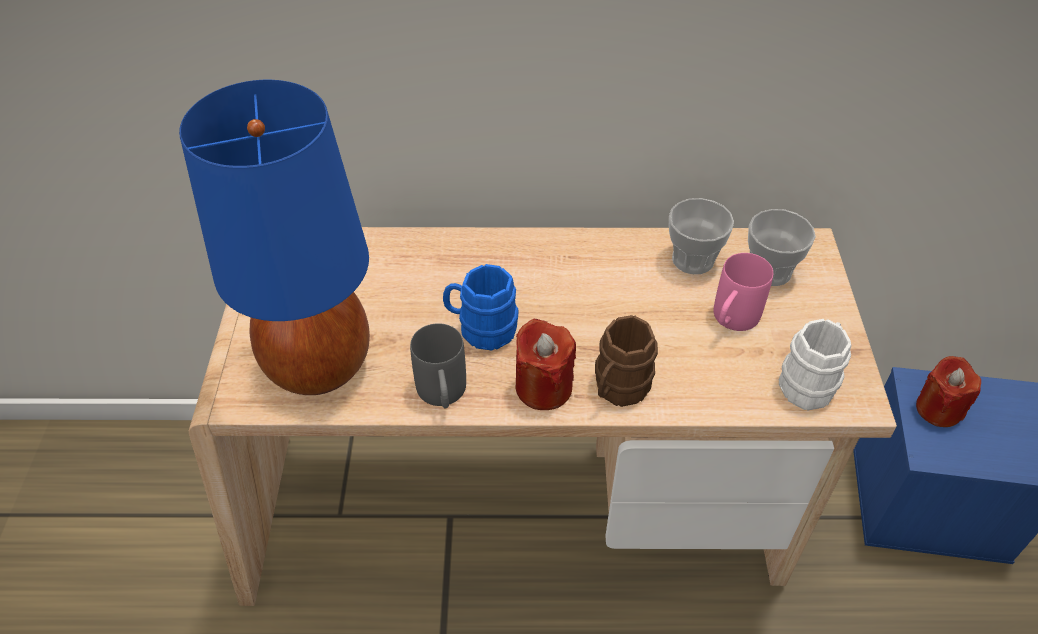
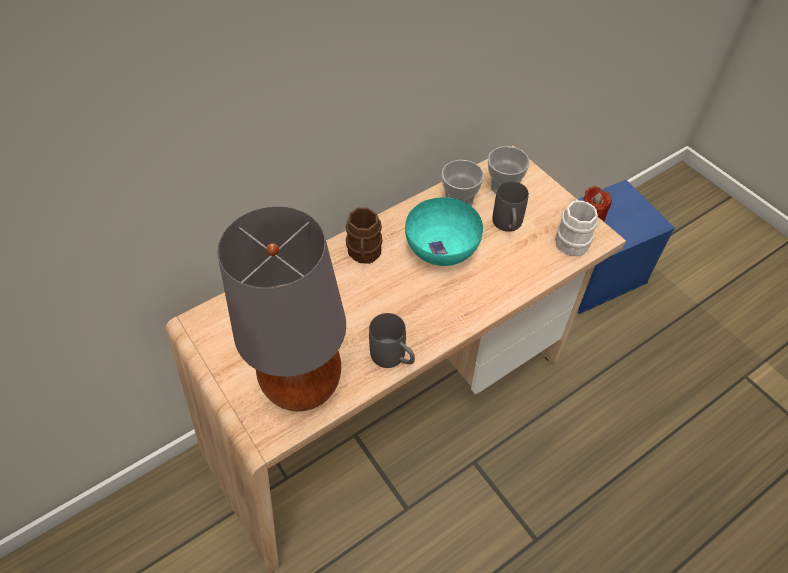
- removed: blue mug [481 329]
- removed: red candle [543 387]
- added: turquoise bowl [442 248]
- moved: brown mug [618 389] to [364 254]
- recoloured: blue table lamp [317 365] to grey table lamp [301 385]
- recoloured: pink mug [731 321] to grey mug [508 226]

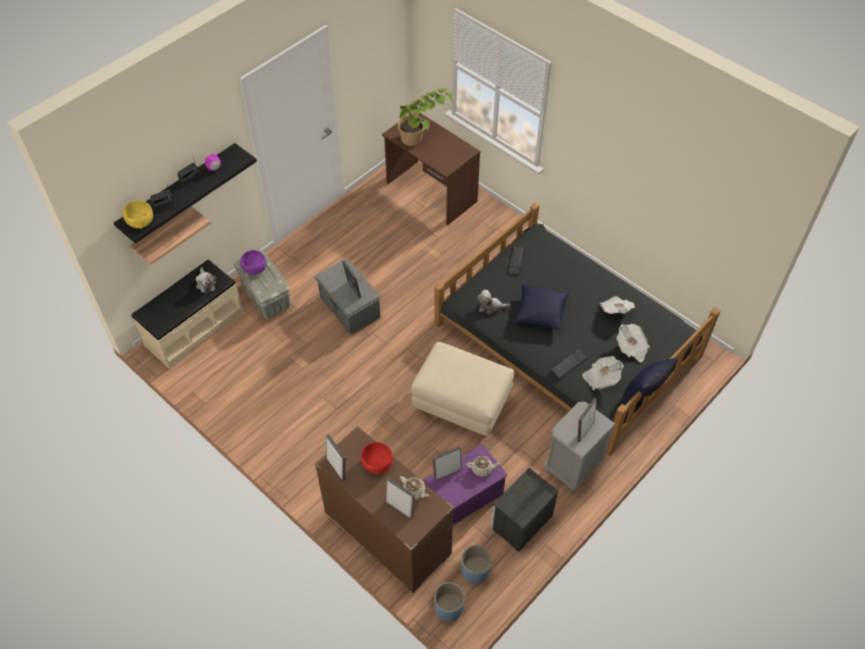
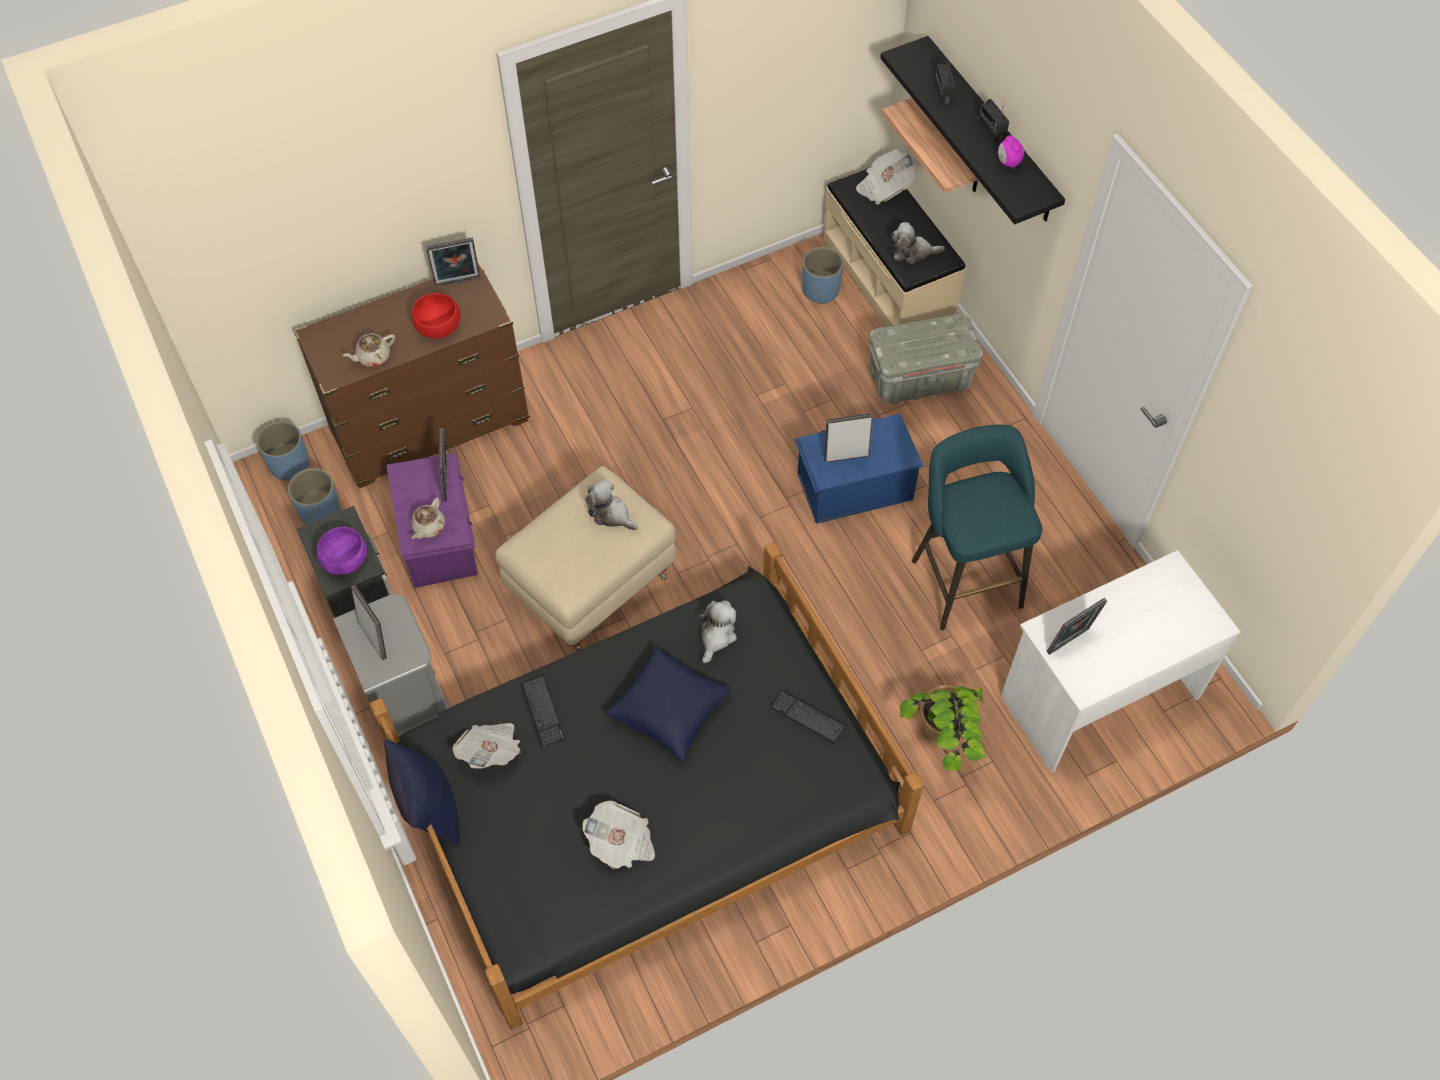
- removed: yellow bowl [140 221]
- added: plush toy [611 514]
- added: blue planter [820 290]
- added: turquoise stool [964 577]
- moved: purple bowl [255 269] to [345 561]
- moved: picture frame [400 507] to [1069 643]
- moved: potted plant [422 137] to [941 747]
- moved: newspaper [631 348] to [884 187]
- recoloured: grey storage box [349 308] to blue storage box [853 485]
- recoloured: brown desk [431 193] to white desk [1097 695]

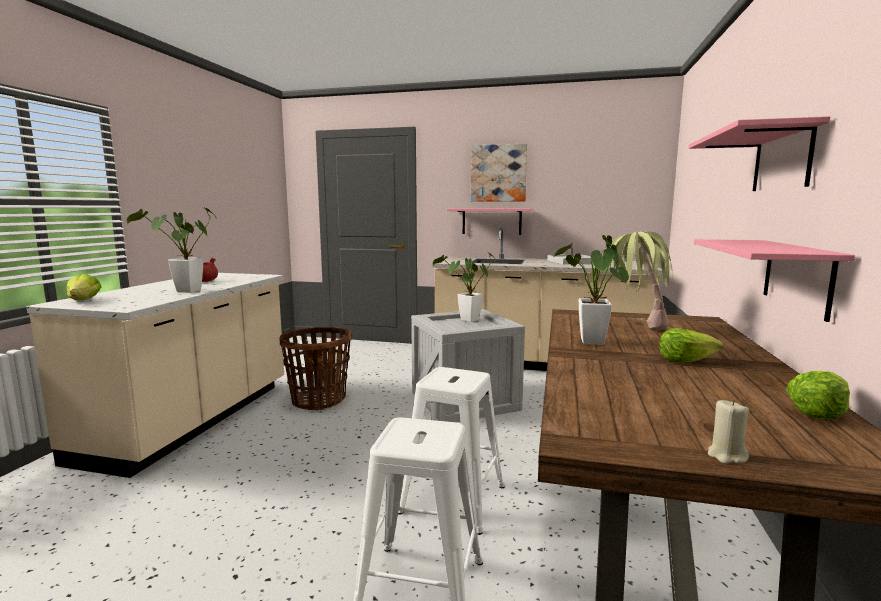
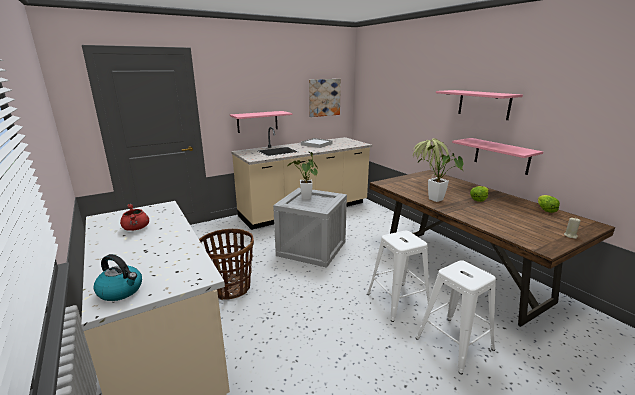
- removed: potted plant [185 292]
- moved: picture [498 173] to [324 97]
- replaced: lettuce [84 300] to kettle [121 291]

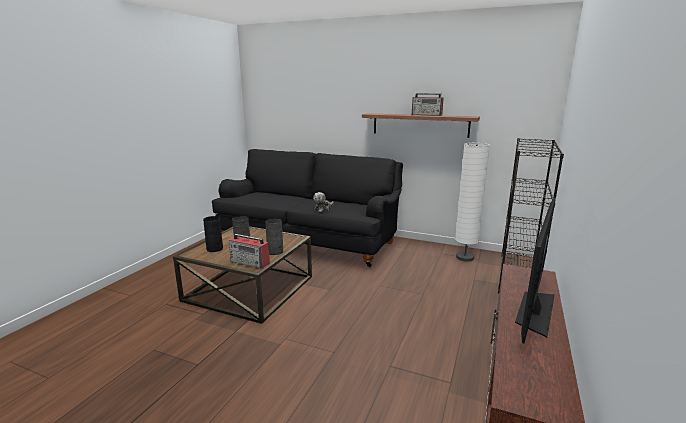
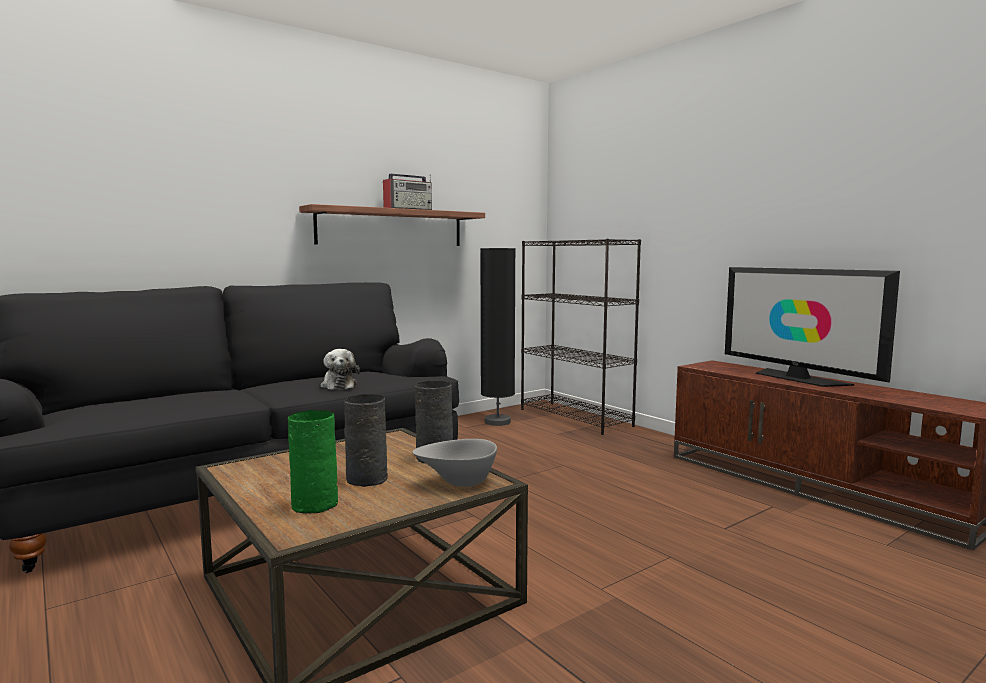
- replaced: radio [250 262] to grey bowl [458 482]
- recoloured: black vase [214 249] to green vase [316 504]
- recoloured: white floor lamp [465 258] to black floor lamp [497 422]

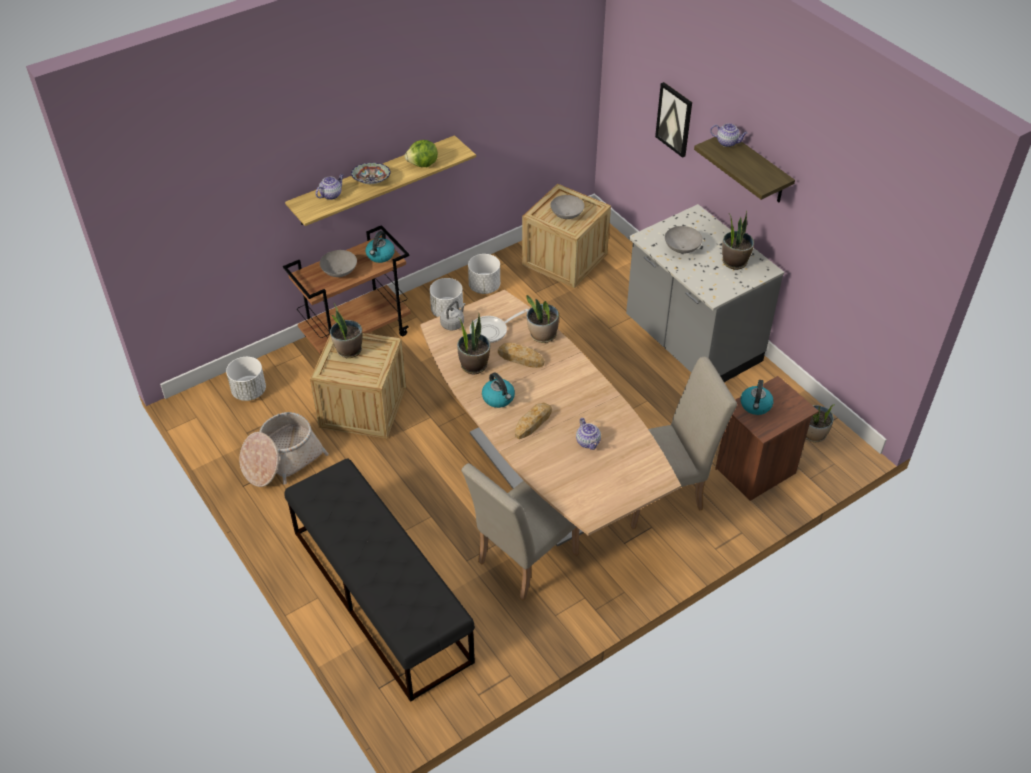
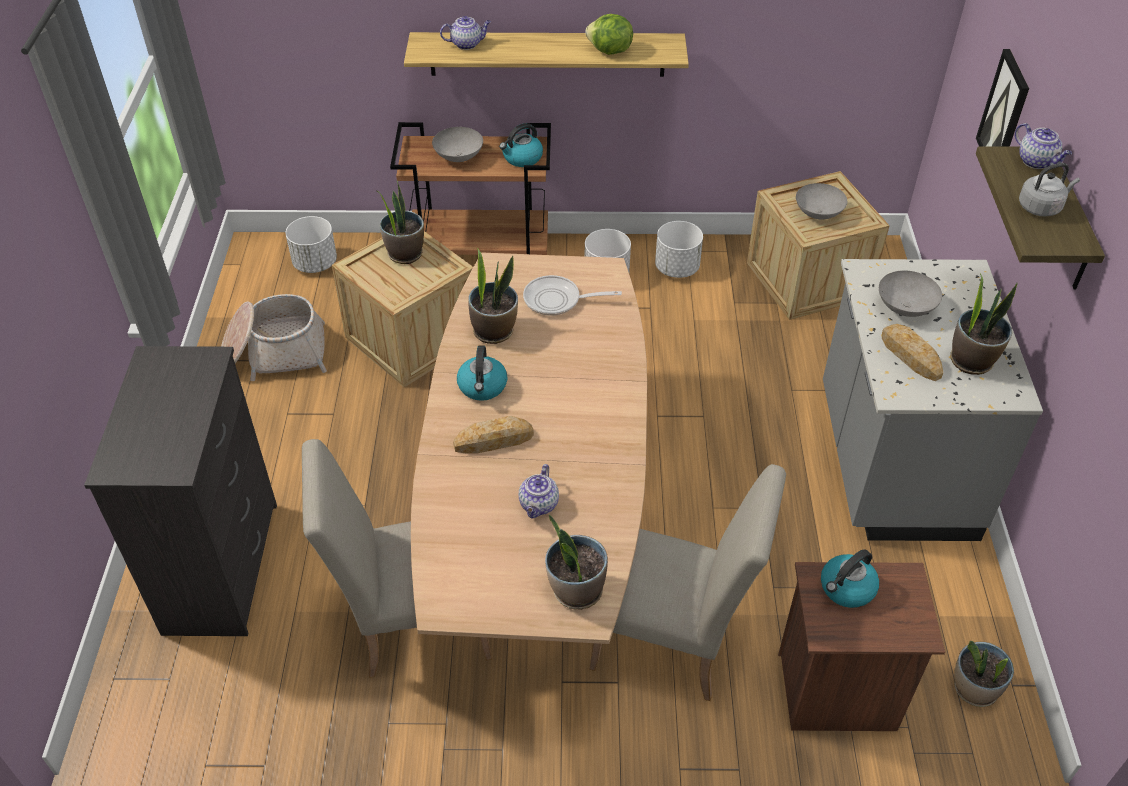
- removed: bowl [371 181]
- moved: grey kettle [453 323] to [1041 207]
- moved: bread [520 358] to [910 356]
- moved: potted plant [542 335] to [576 590]
- replaced: black bench [380 594] to black dresser [223 566]

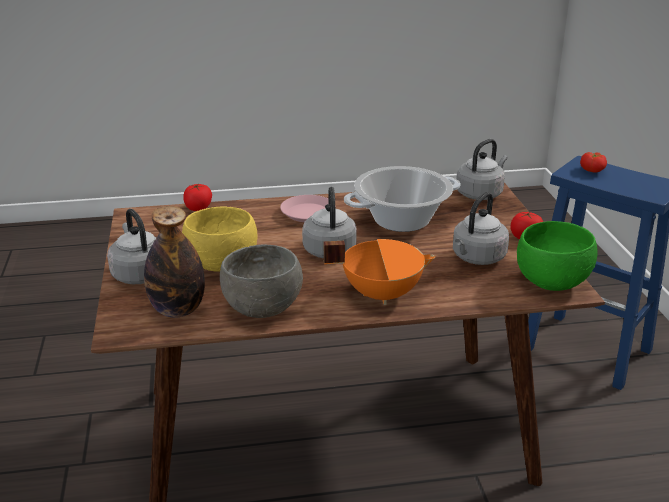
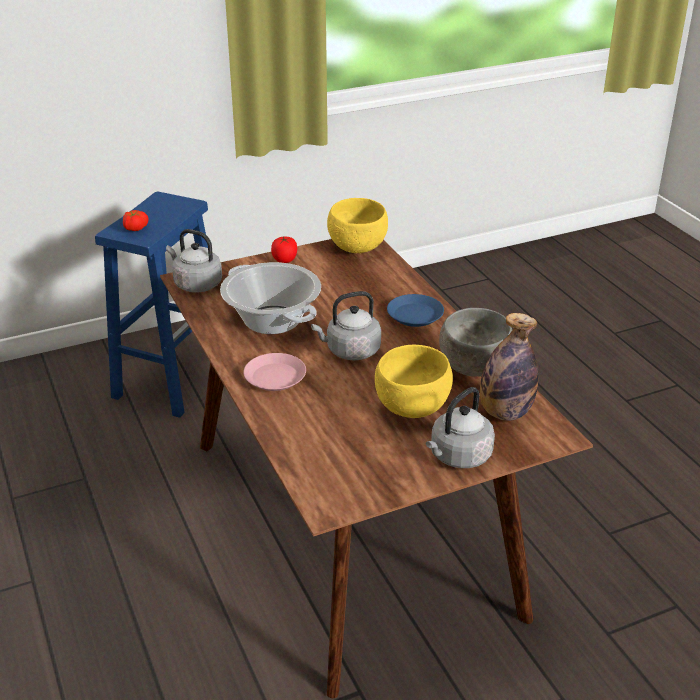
- removed: tomato [198 208]
- removed: grey kettle [477 258]
- replaced: orange cooking pot [381 293] to blue plate [415 315]
- recoloured: green bowl [551 282] to yellow bowl [356 248]

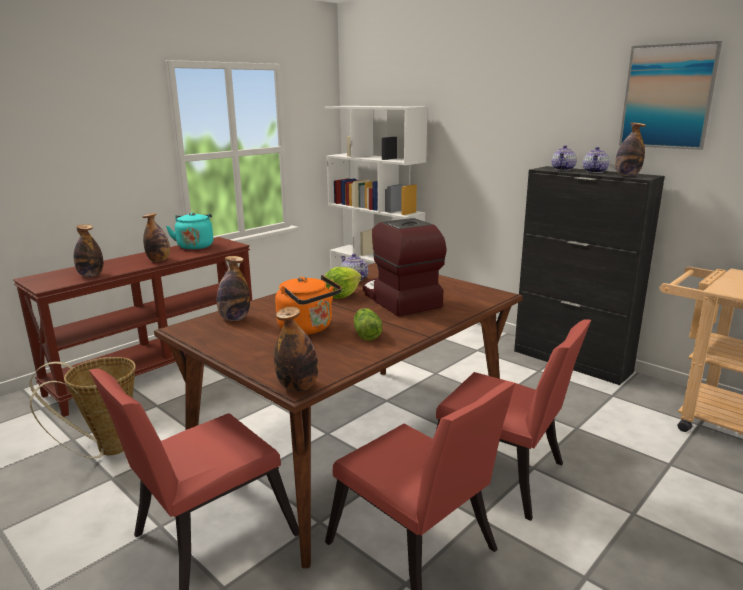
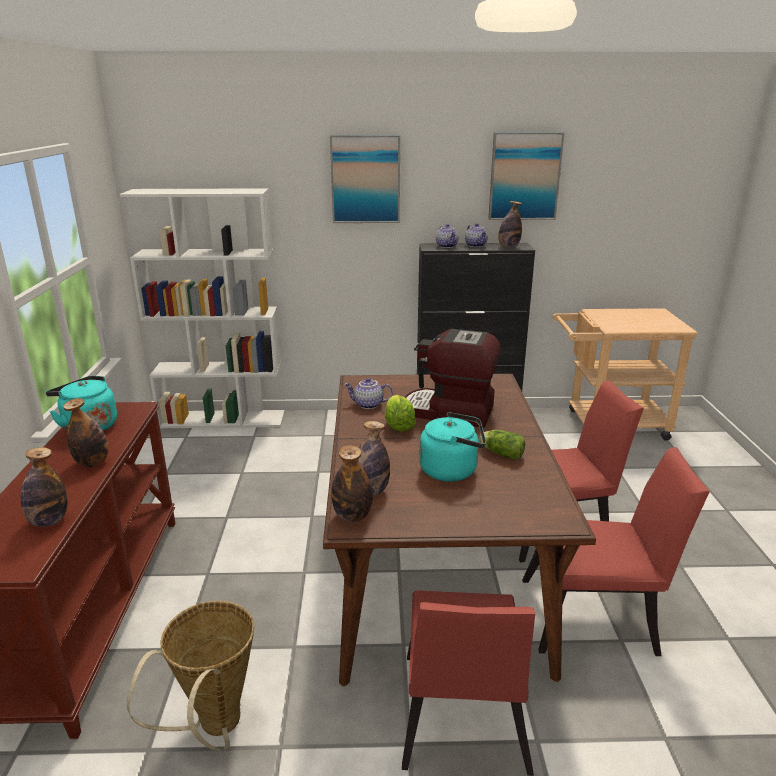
- added: picture [365 179]
- moved: bottle [298 387] to [352 516]
- recoloured: orange kettle [308 329] to turquoise kettle [452 470]

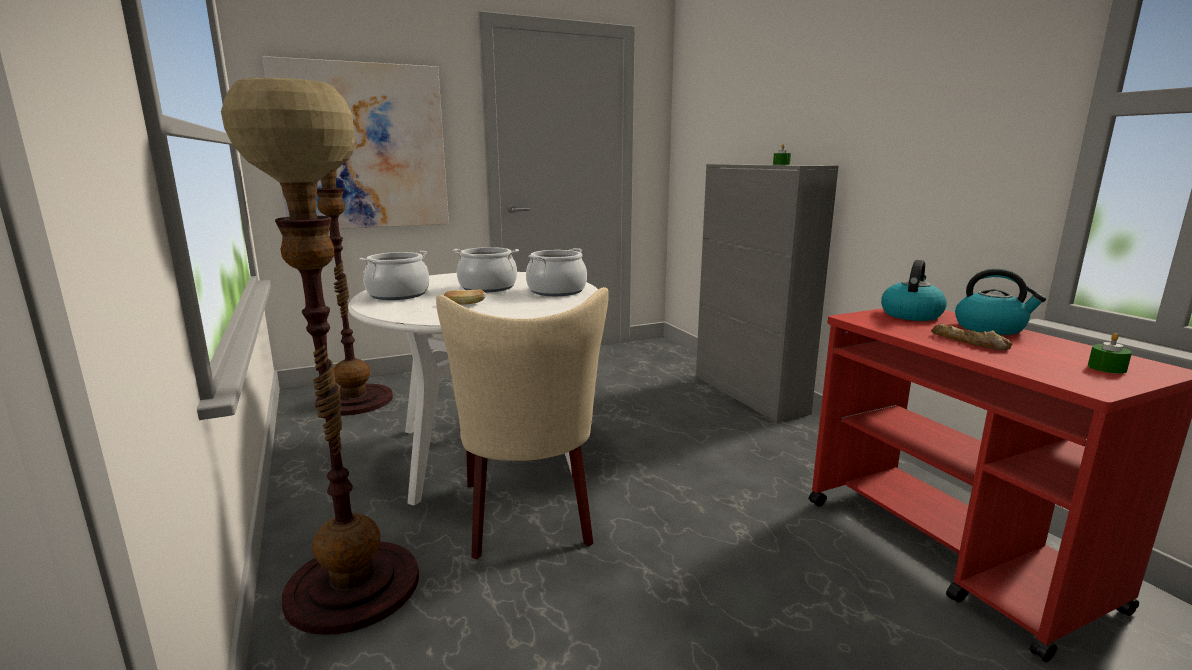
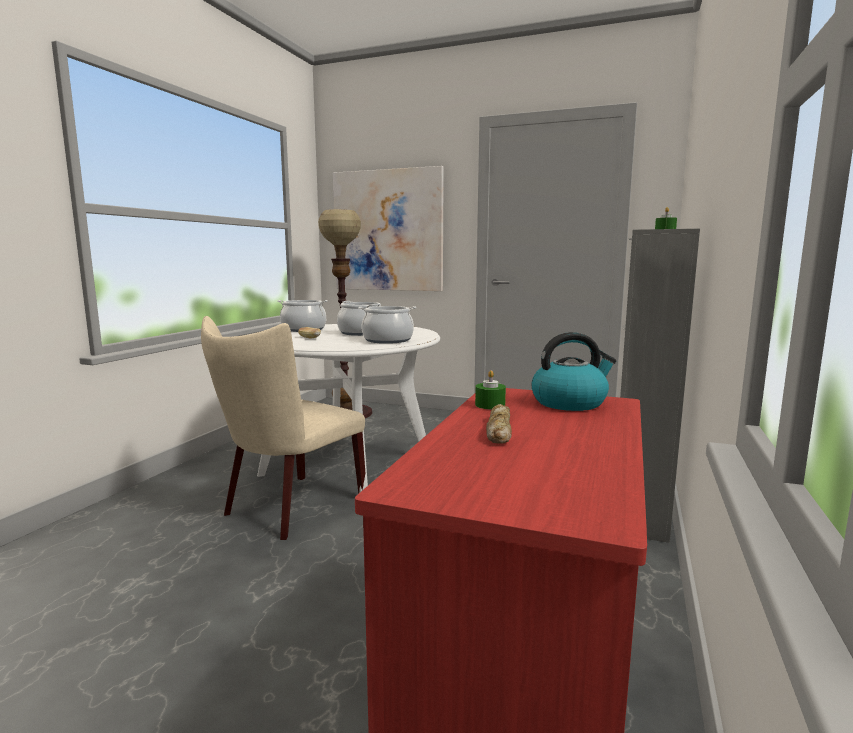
- removed: floor lamp [352 587]
- removed: kettle [990 328]
- moved: green candle [1107 368] to [490 405]

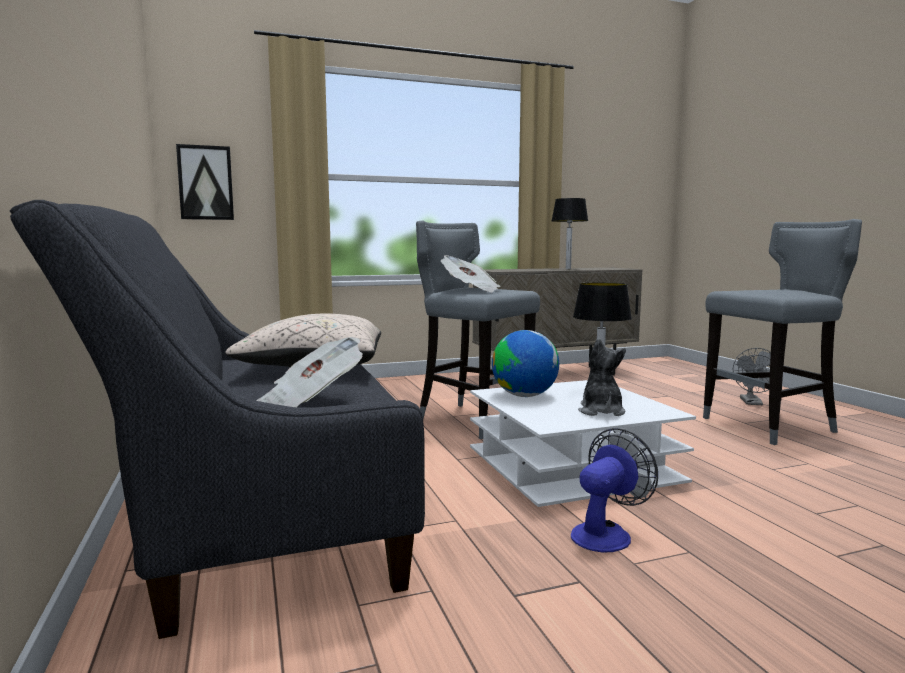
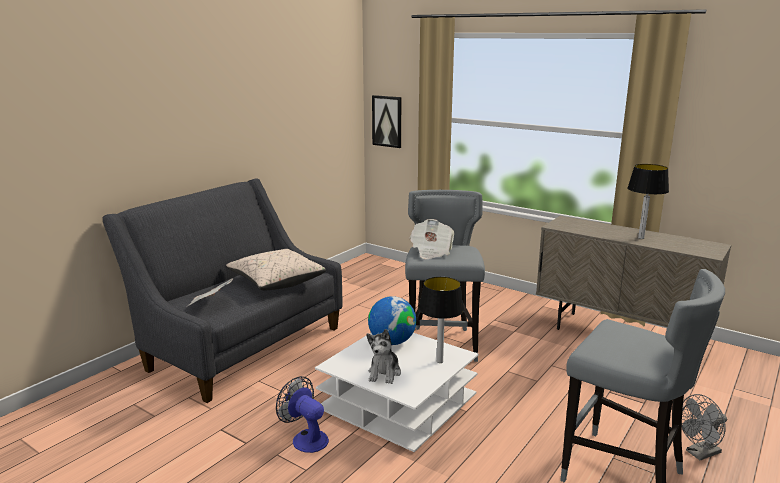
- turned: fan [606 533] = [305 438] 150 degrees counterclockwise
- turned: plush toy [601 411] = [384 373] 135 degrees clockwise

